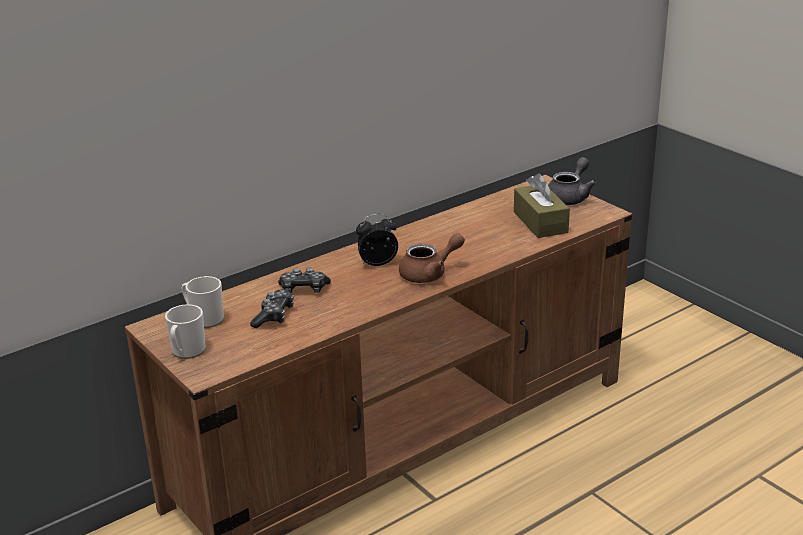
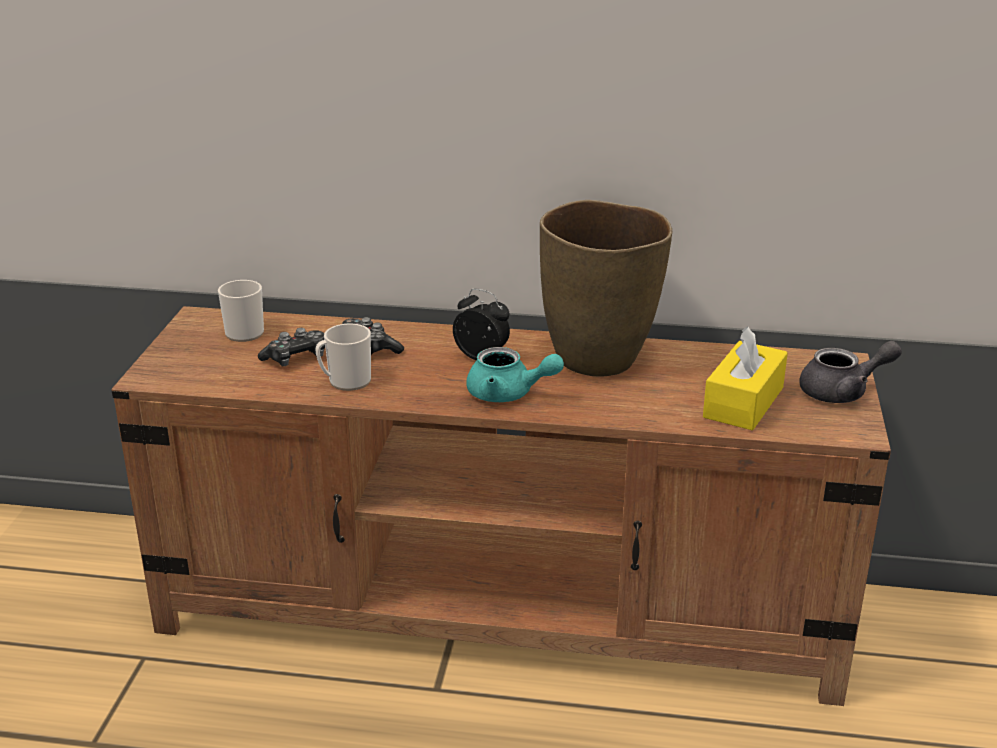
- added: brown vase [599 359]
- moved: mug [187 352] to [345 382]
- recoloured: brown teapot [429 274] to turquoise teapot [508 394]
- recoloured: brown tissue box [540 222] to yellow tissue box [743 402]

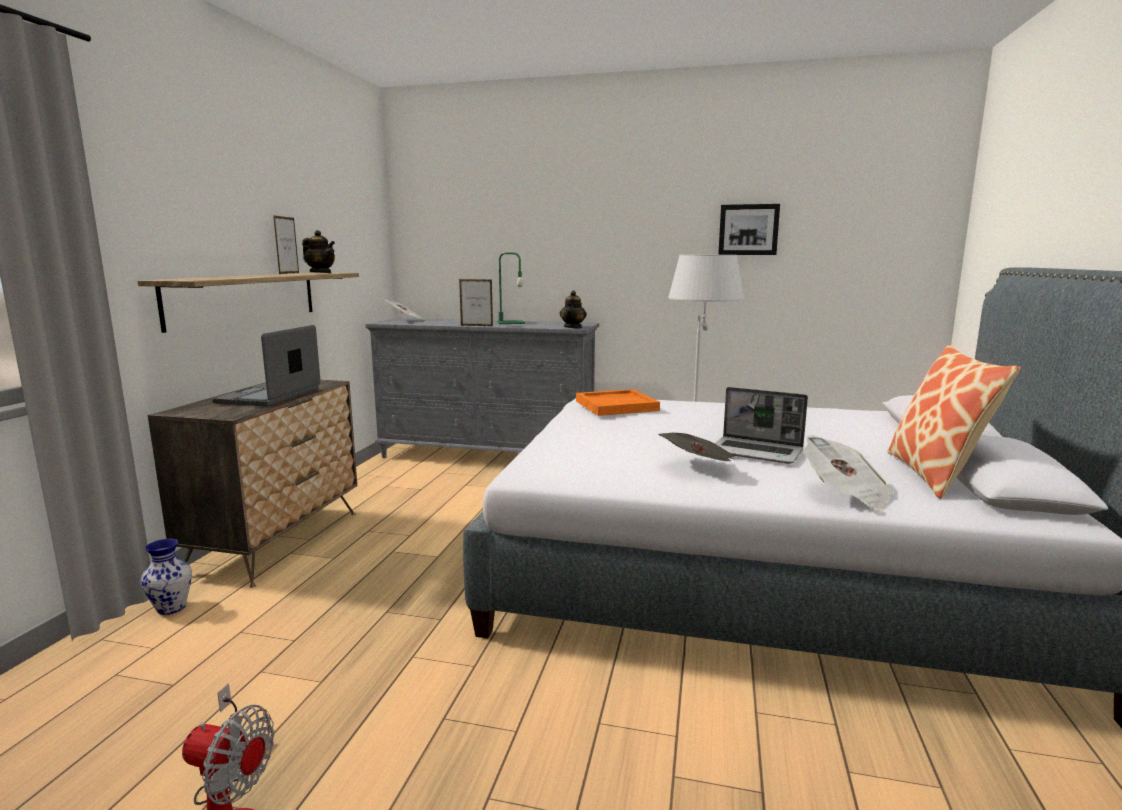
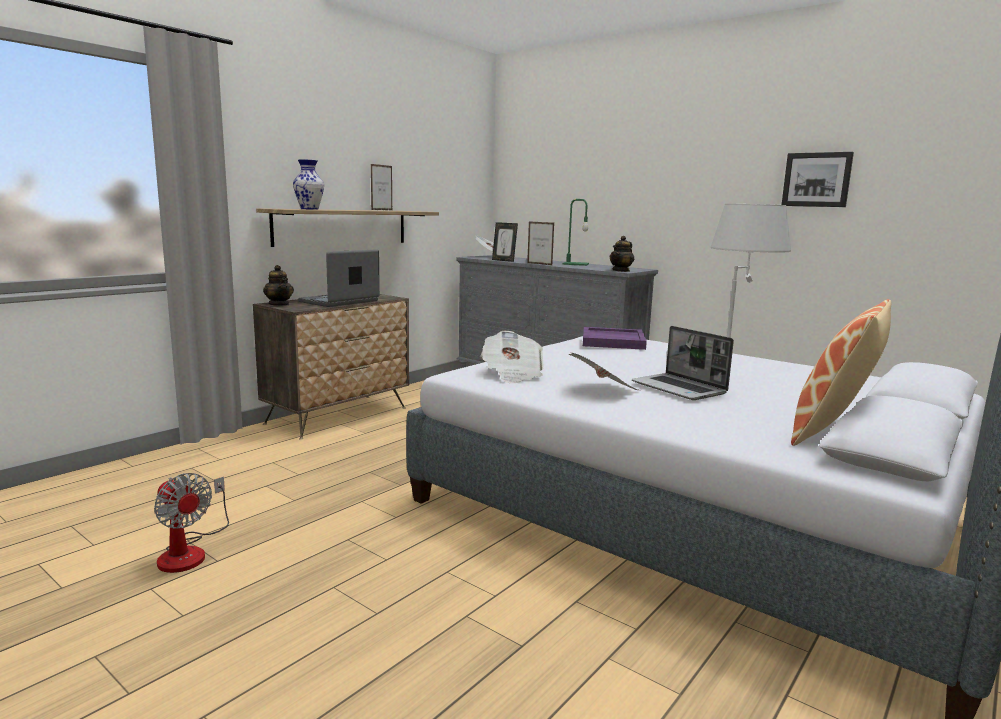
- added: picture frame [504 260]
- moved: vase [171 608] to [309 209]
- moved: teapot [321 273] to [279 304]
- moved: newspaper [846 495] to [512 374]
- recoloured: orange tray [616 405] to purple tray [613 341]

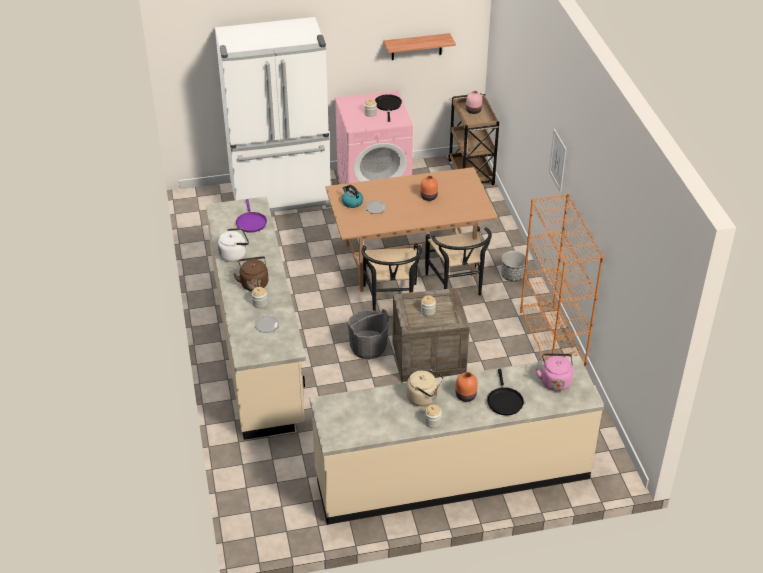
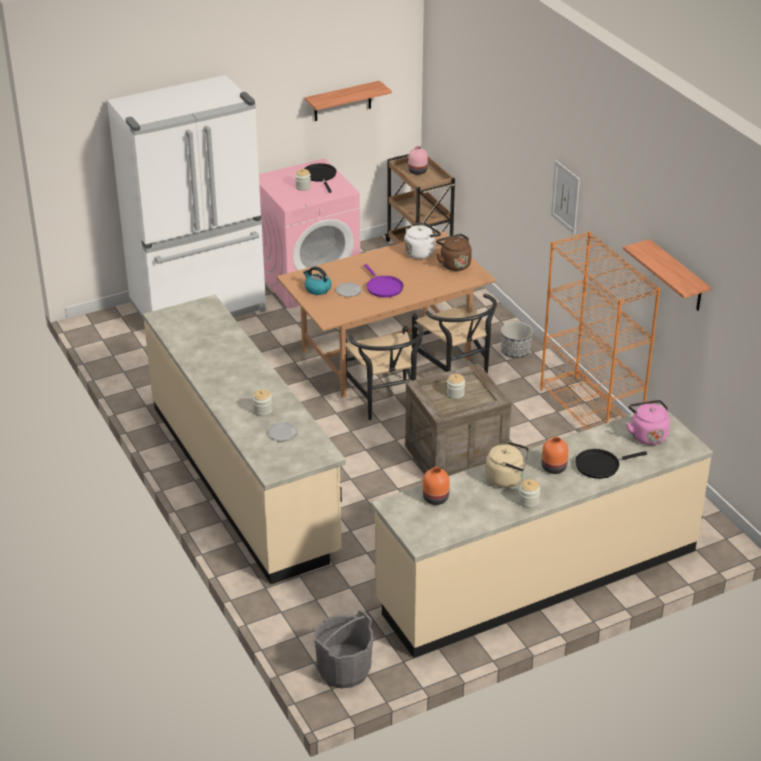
- added: shelf [677 277]
- moved: white kettle [234 254] to [420 252]
- moved: brown kettle [254 283] to [454 264]
- moved: purple frying pan [251 222] to [383 287]
- moved: grey bucket [368 348] to [344 670]
- moved: orange vase [428 196] to [435 498]
- turned: black frying pan [504 401] = [600 465] 90 degrees clockwise

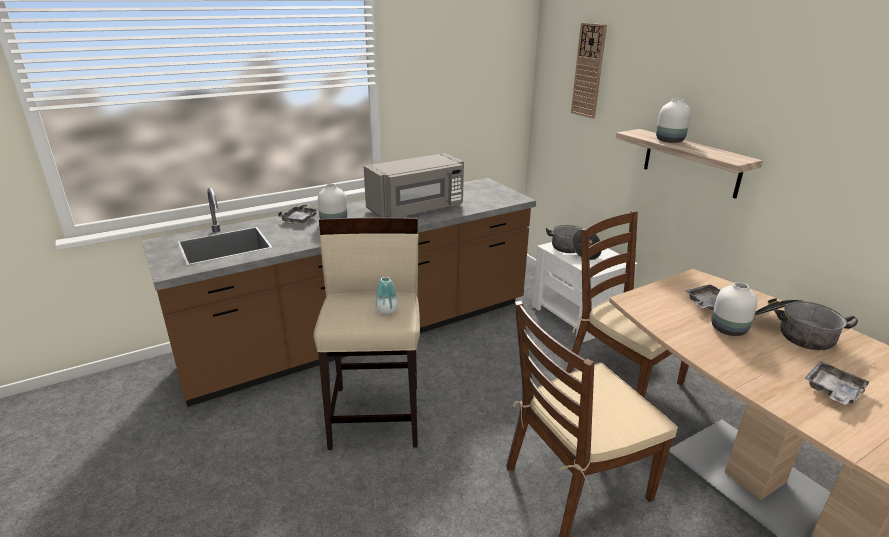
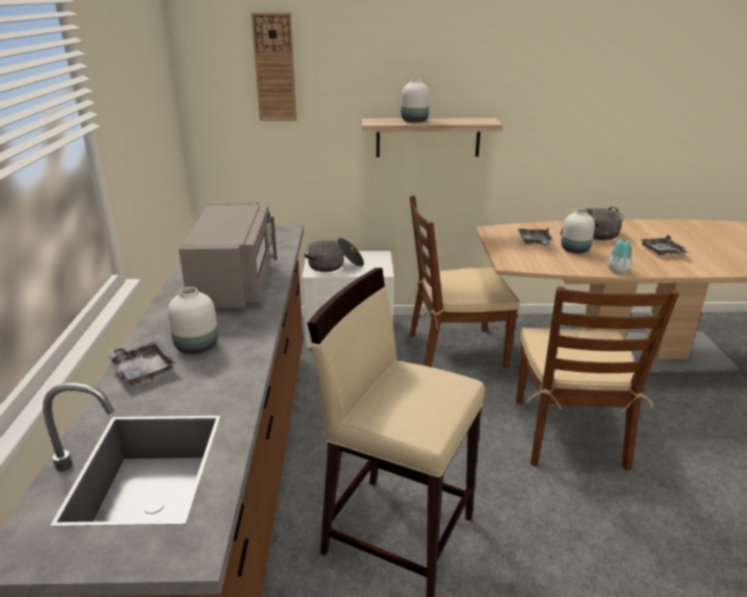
- moved: vase [387 310] to [617 270]

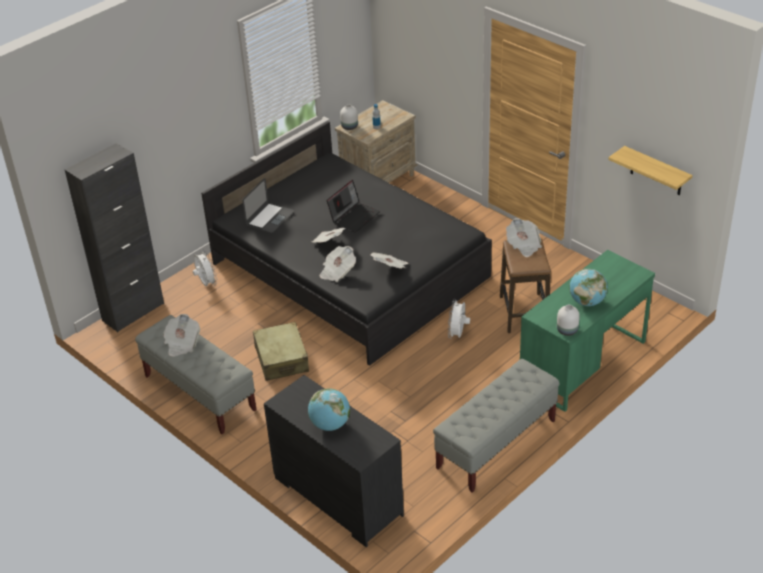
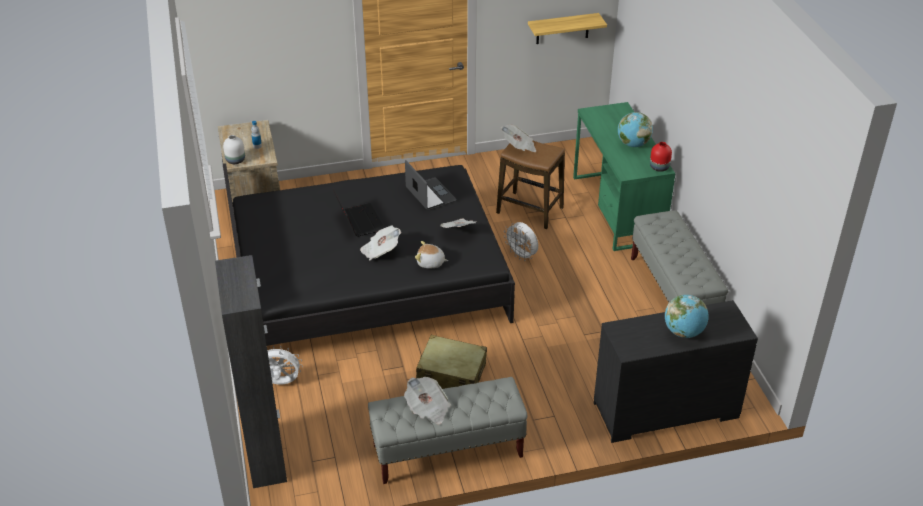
- moved: laptop [269 218] to [430 194]
- replaced: newspaper [337 272] to plush toy [430 263]
- recoloured: white vase [566 330] to red vase [658 167]

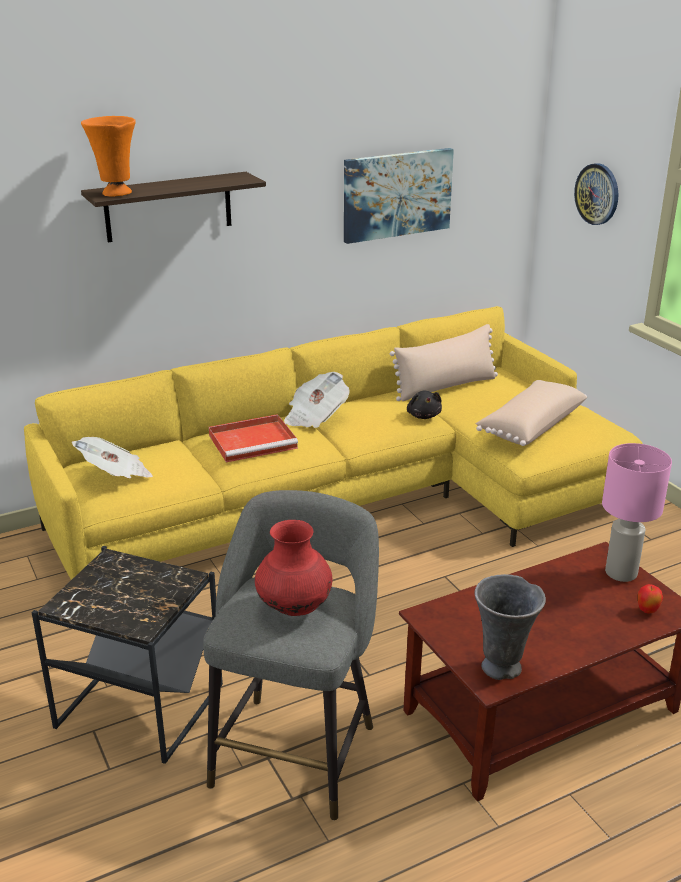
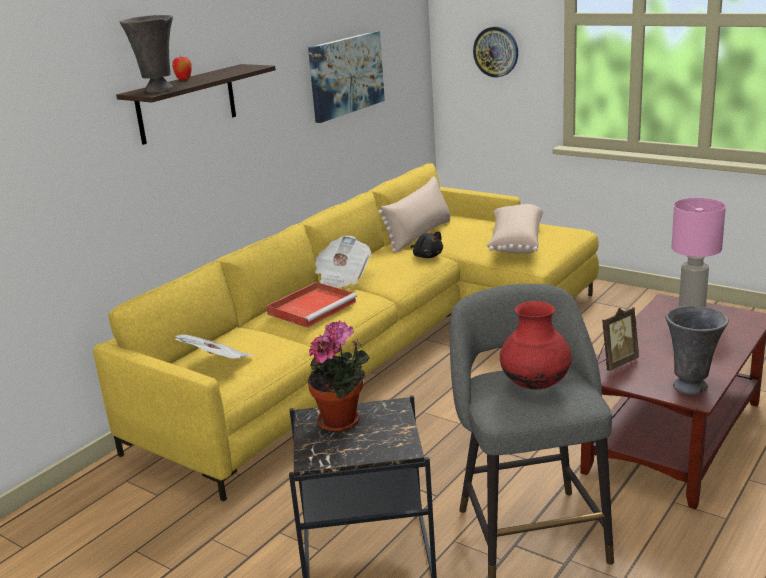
- added: potted plant [343 421]
- added: picture frame [616 362]
- moved: apple [647 611] to [184 80]
- recoloured: orange vase [115 193] to grey vase [158 90]

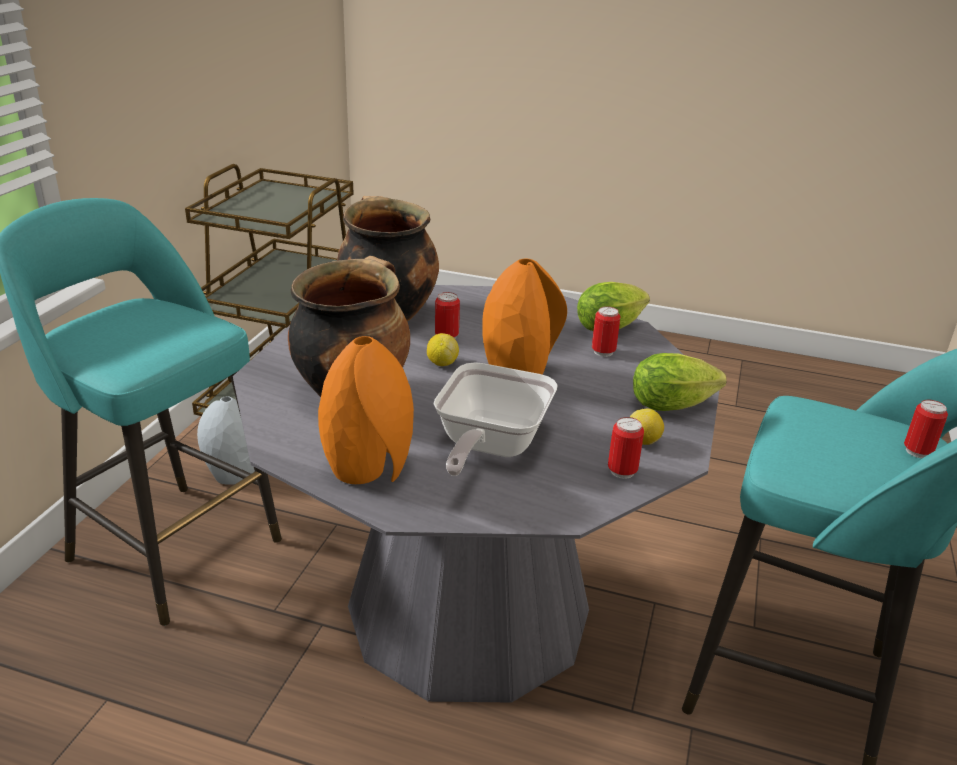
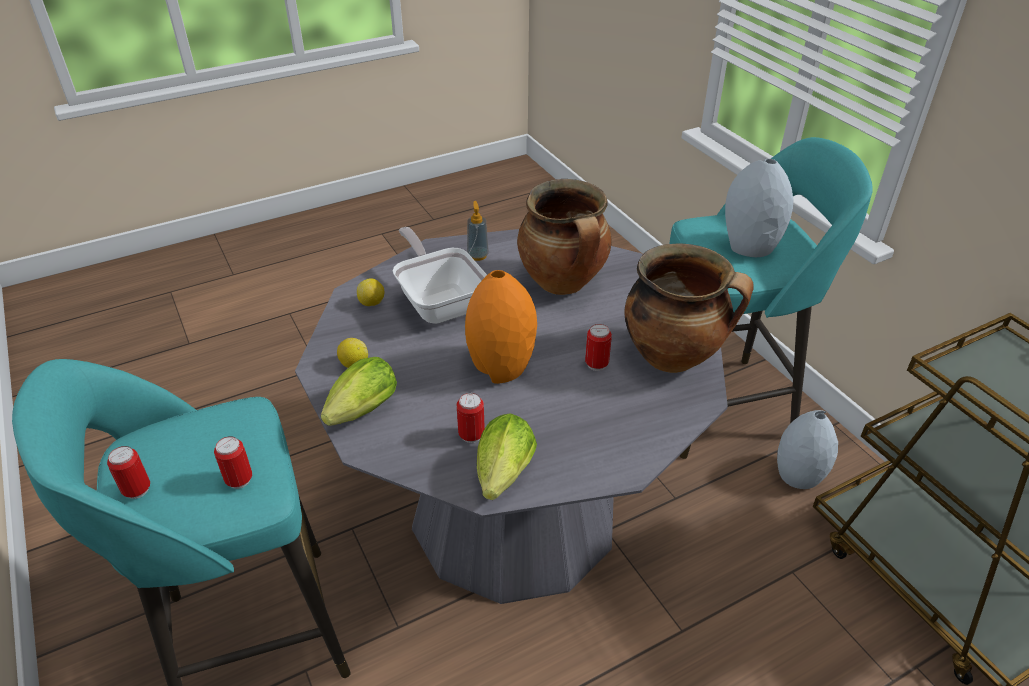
- added: grey vase [750 247]
- moved: lemon [442 363] to [372 303]
- moved: can [622 471] to [239 480]
- replaced: orange vase [370 468] to soap dispenser [477 255]

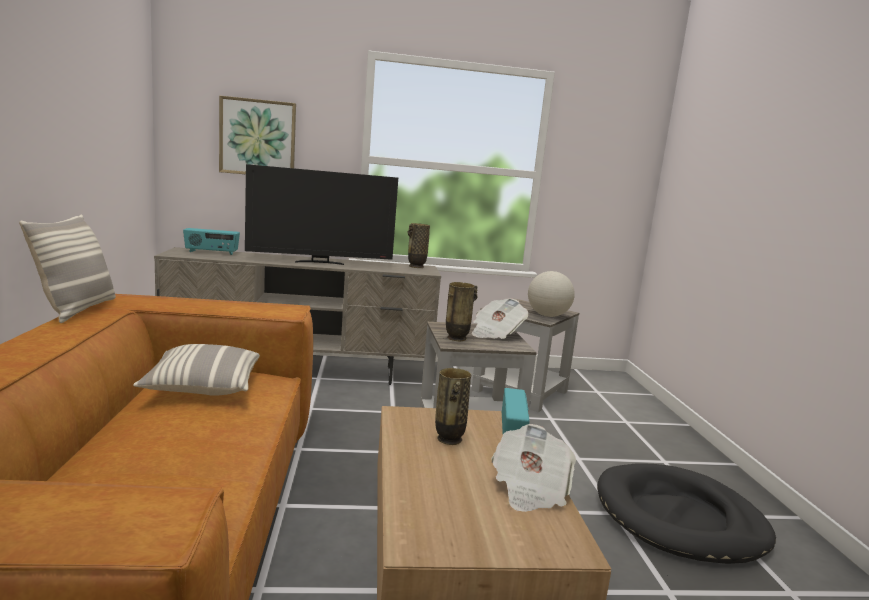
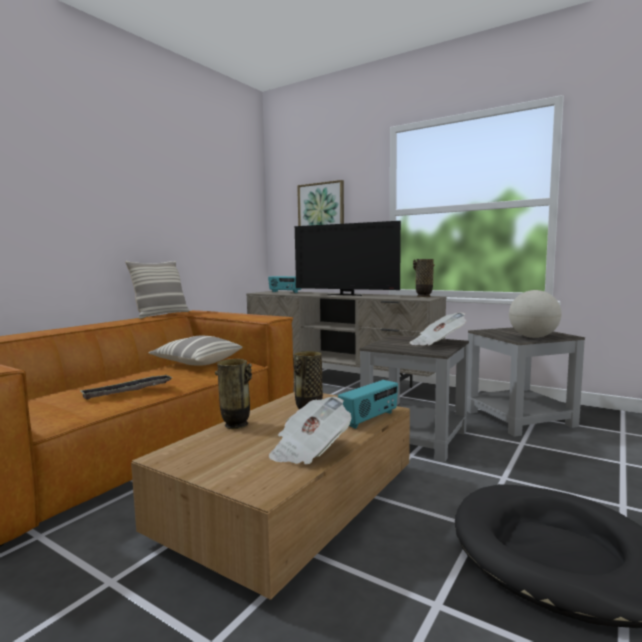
- added: tray [128 390]
- moved: vase [457 338] to [236 425]

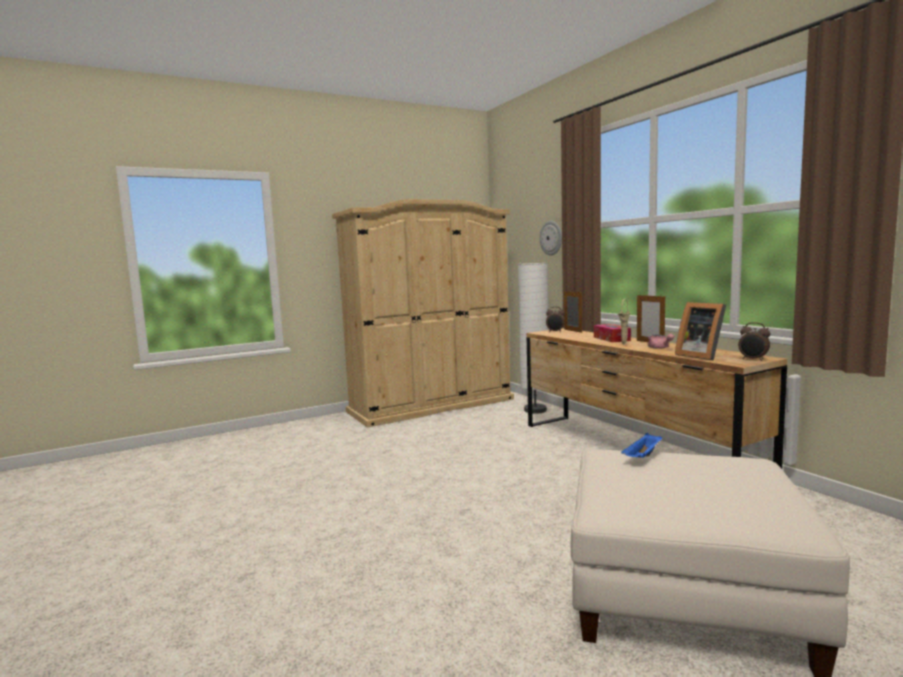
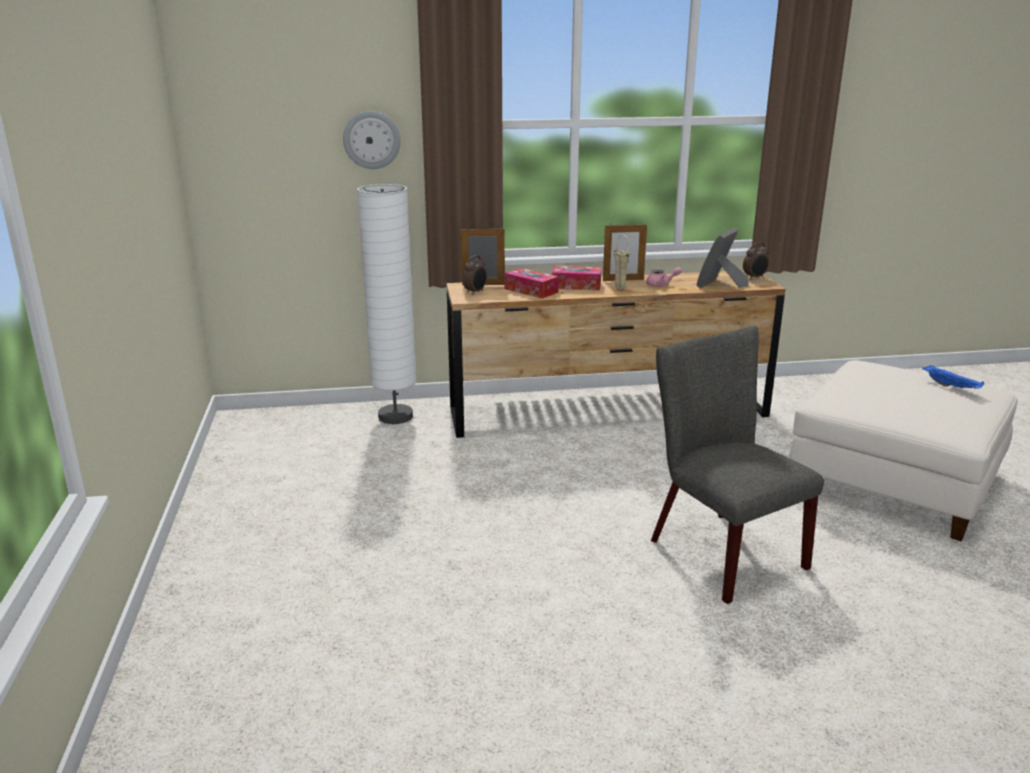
- removed: beige wardrobe [431 405]
- added: tissue box [531 290]
- added: grey chair [718 549]
- moved: blue tray [643 457] to [951 387]
- turned: picture frame [700 356] = [720 285] 135 degrees clockwise

